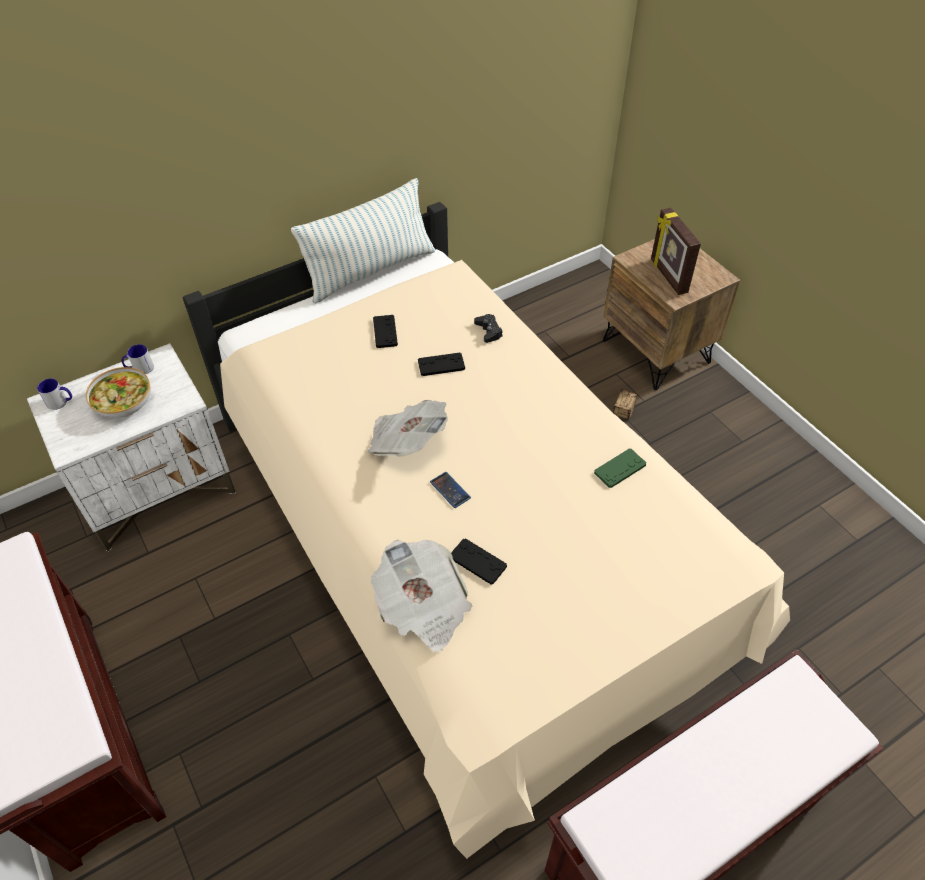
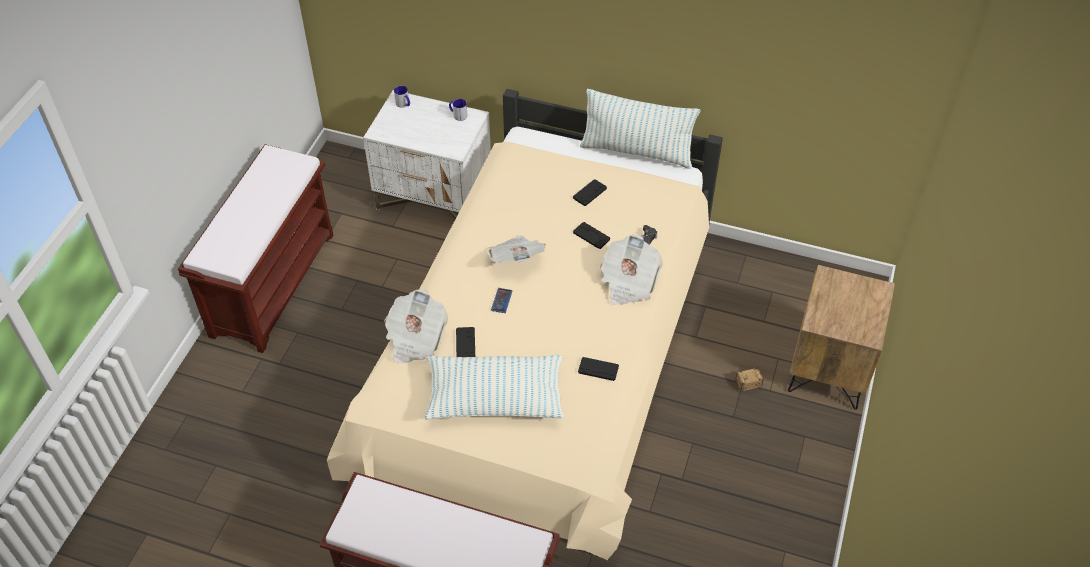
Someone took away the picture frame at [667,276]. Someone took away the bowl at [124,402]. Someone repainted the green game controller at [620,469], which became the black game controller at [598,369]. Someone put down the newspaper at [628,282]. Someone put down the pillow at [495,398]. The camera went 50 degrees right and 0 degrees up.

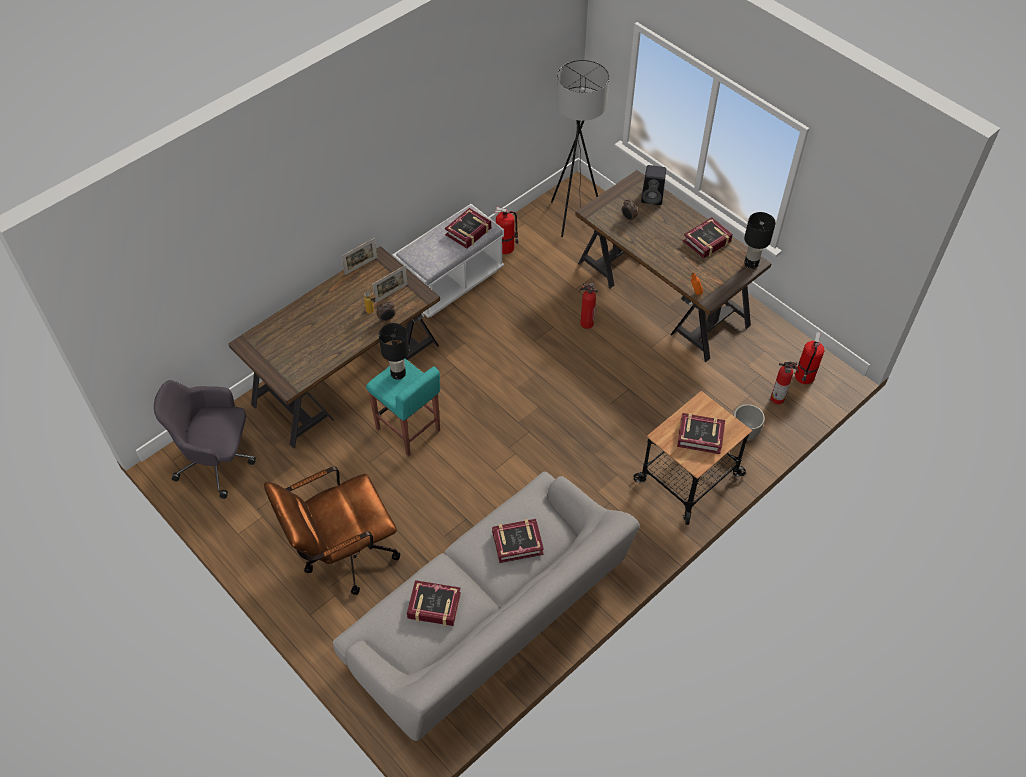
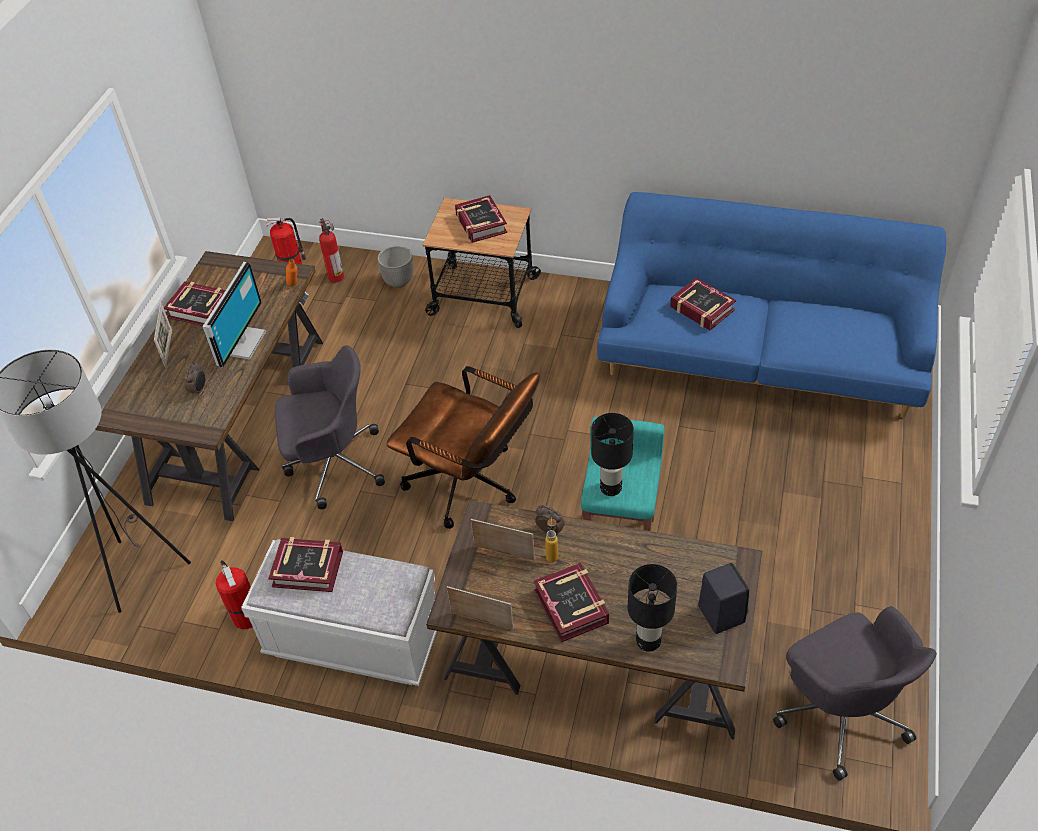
Someone carried the black speaker from [653,197] to [720,613]. Someone carried the black table lamp from [750,263] to [648,641]. Someone swapped the fire extinguisher at [586,323] for the grey office chair at [333,464]. Someone carried the brown office chair from [342,554] to [471,486]. Someone repainted the grey sofa at [488,619], which became the blue sofa at [760,353]. Someone carried the book from [434,606] to [572,606]. Someone put down the monitor at [242,342]. Someone put down the picture frame at [168,348]. The camera went 120 degrees left and 5 degrees down.

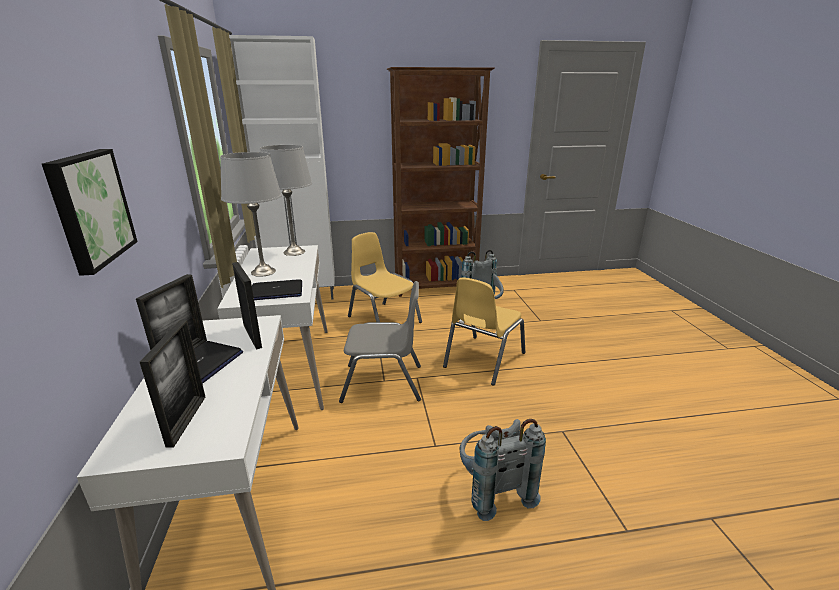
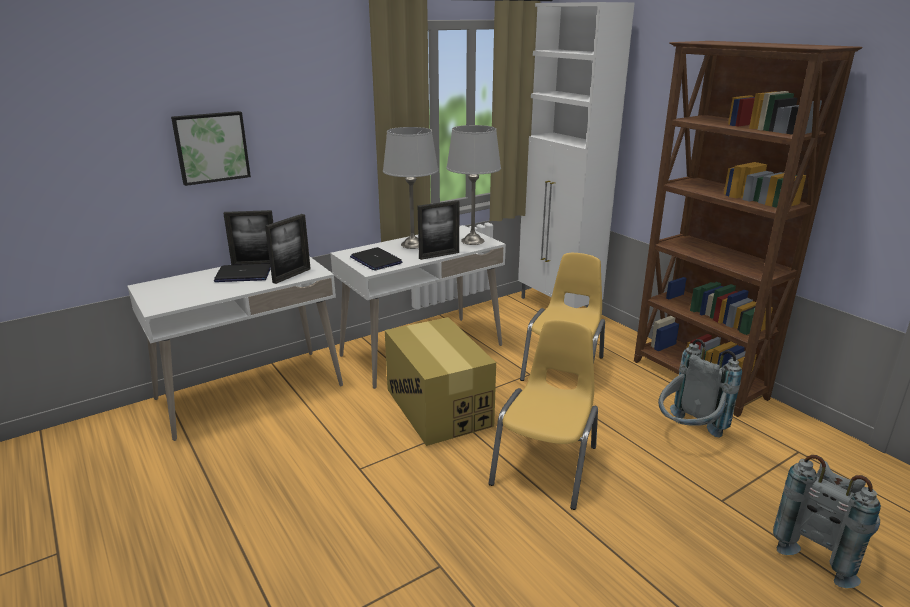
Someone rotated the yellow chair at [483,360] by 105 degrees clockwise. Someone swapped the grey chair at [383,383] for the cardboard box at [438,407]. Someone carried the picture frame from [187,420] to [439,255]. Someone carried the grey backpack from [492,489] to [820,549]. The camera went 65 degrees right and 0 degrees up.

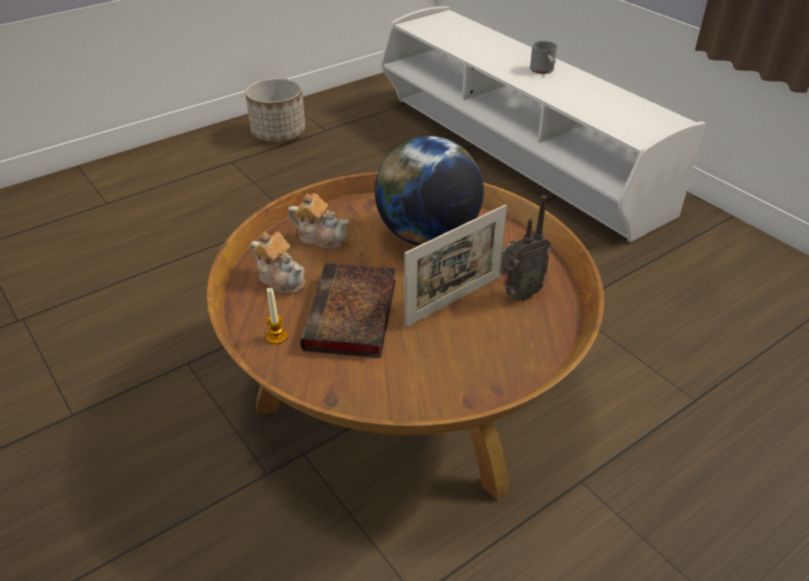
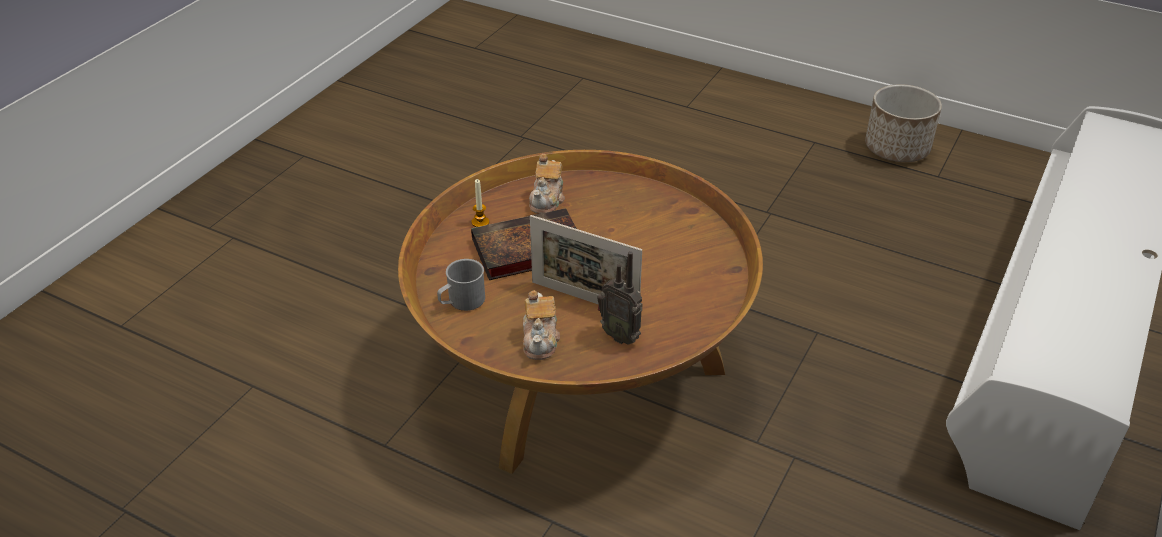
Someone carried the grey mug from [543,70] to [461,301]. Someone took away the globe at [427,236]. Someone carried the teapot from [321,237] to [541,340]. The camera went 65 degrees right and 0 degrees up.

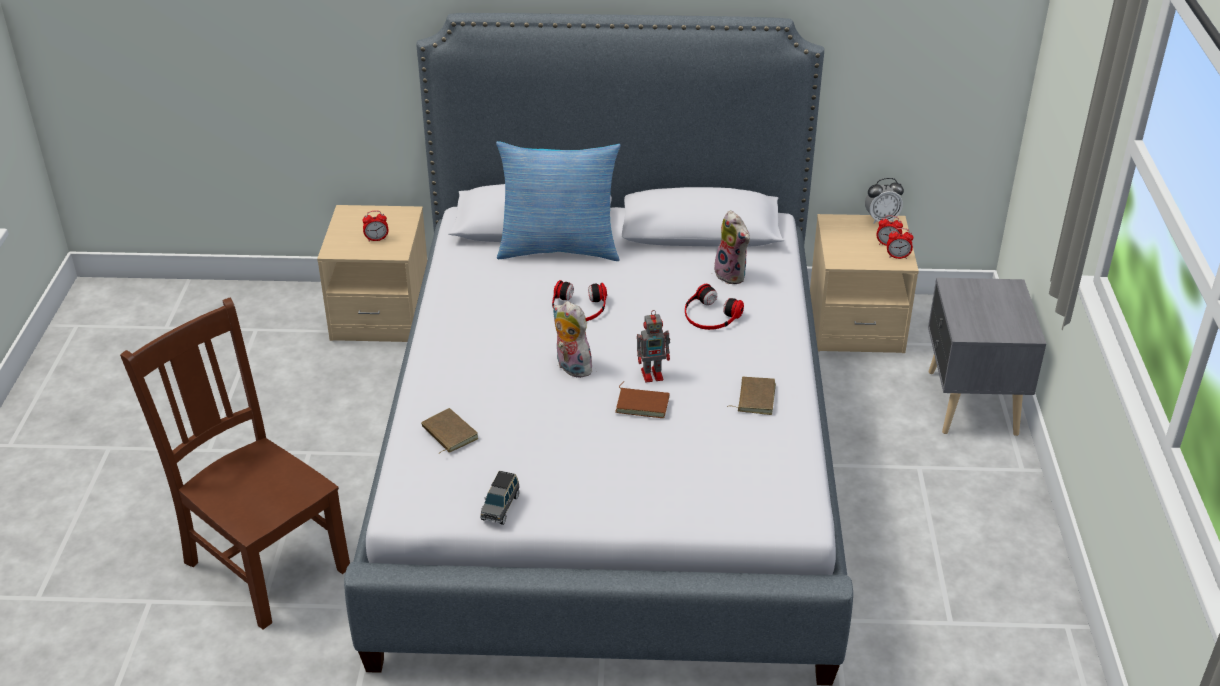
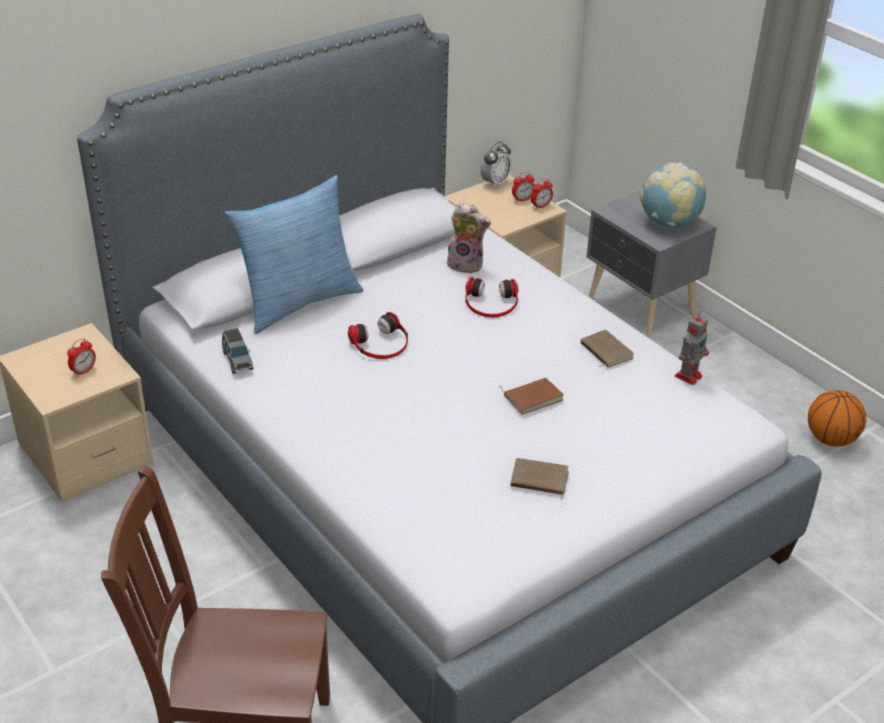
Someone took away the plush toy at [571,367]. Someone carried the toy robot from [653,374] to [689,375]. Someone carried the brown book from [448,434] to [539,480]. Someone carried the grey toy car from [500,507] to [237,360]. Someone put down the globe at [669,223]. Someone put down the basketball at [830,439]. The camera went 40 degrees left and 0 degrees up.

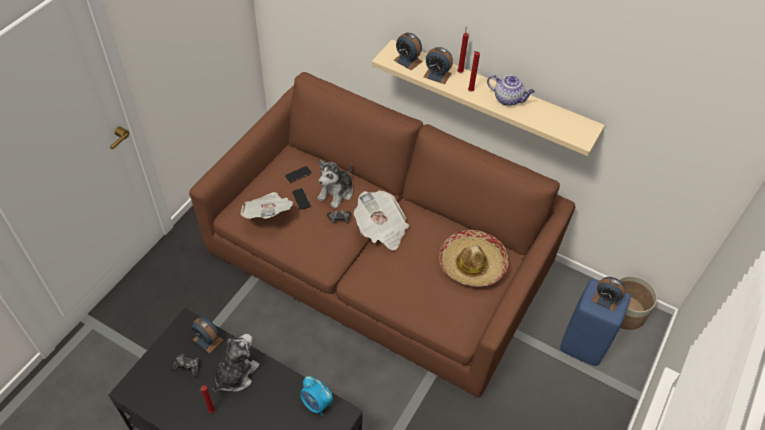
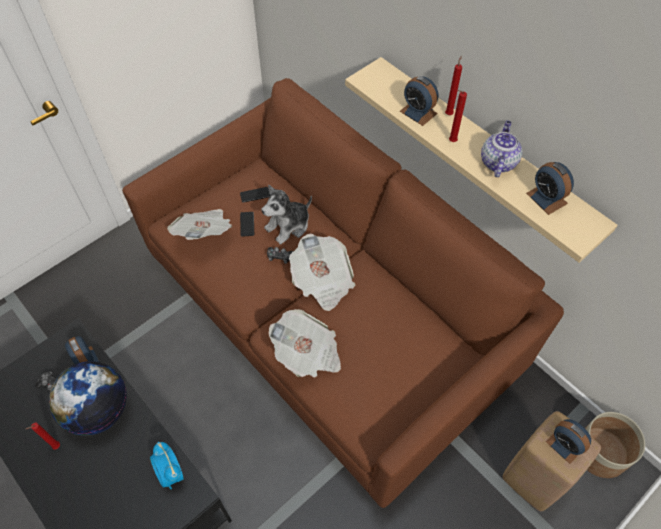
Someone carried the alarm clock from [407,60] to [546,198]. Someone rotated the teapot at [508,99] by 120 degrees counterclockwise. Someone took away the hat at [472,264]. Someone repainted the blue stool at [584,344], which became the beige stool at [535,478]. Someone swapped the plush toy at [236,374] for the globe at [99,410]. Someone put down the newspaper at [307,354]. The camera went 20 degrees right and 5 degrees up.

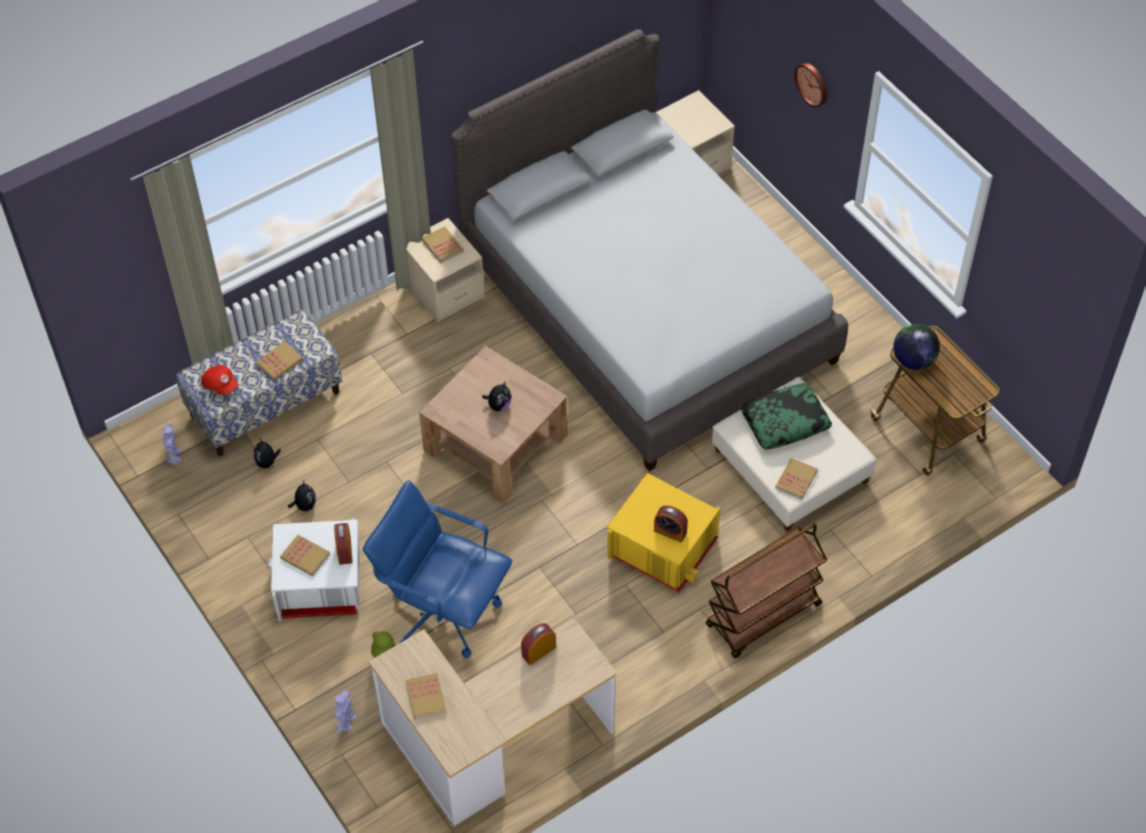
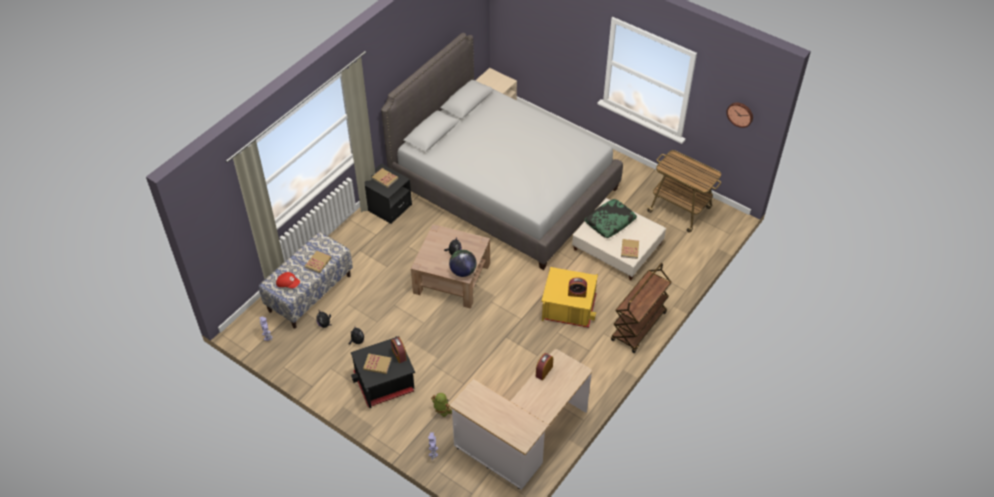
Someone carried the wall clock from [812,84] to [740,114]. Someone repainted the beige nightstand at [444,290], which became the black nightstand at [387,206]. Someone carried the globe from [913,360] to [463,271]. Someone took away the blue office chair at [443,610]. Someone repainted the white storage box at [320,585], which became the black storage box at [385,382]. Someone took away the book at [426,697]. The camera went 20 degrees left and 5 degrees down.

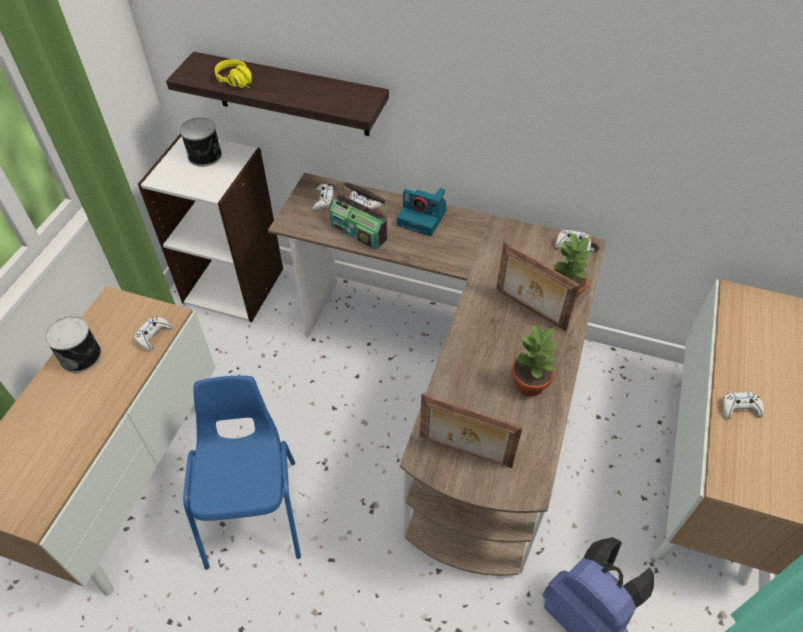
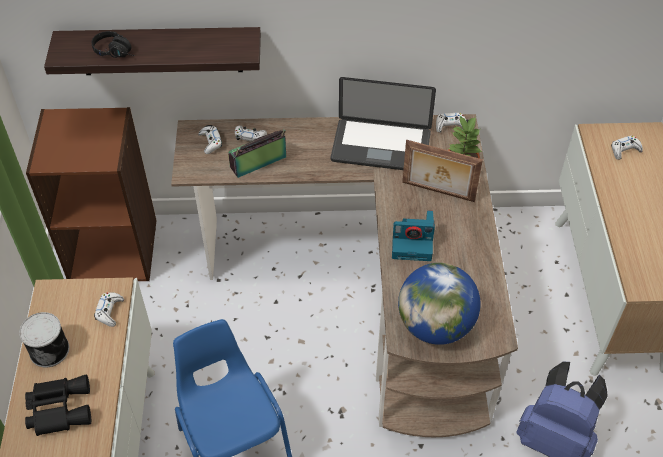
Someone repainted the yellow headphones at [239,82], which became the black headphones at [117,52]. Someone took away the can at [205,156]. Someone repainted the white bookcase at [234,284], which became the brown bookcase at [113,249]. Someone rotated the radio at [360,232] by 135 degrees clockwise. Someone carried the photo camera from [423,218] to [413,242]. Someone took away the potted plant at [530,383]. Someone carried the white game controller from [739,408] to [624,150]. Someone swapped the picture frame at [464,452] for the globe at [435,325]. Someone put down the laptop at [381,147]. Someone put down the black binoculars at [59,408]. The camera went 20 degrees left and 0 degrees up.

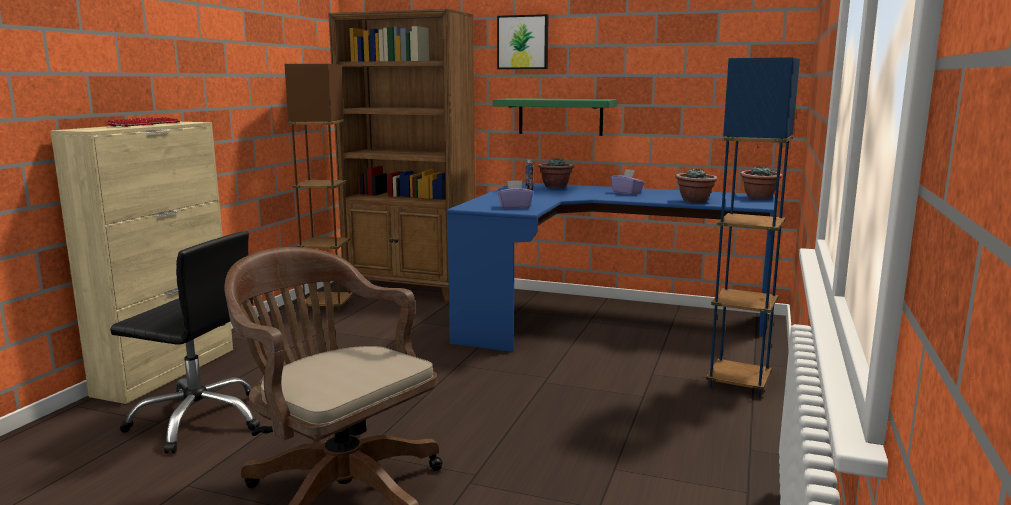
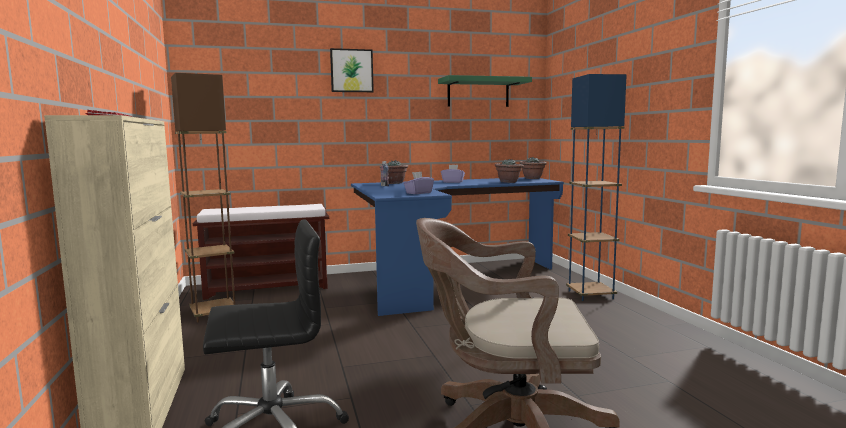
Someone swapped the brown bookcase at [411,289] for the brown bench at [268,287]. Someone carried the green shelf from [560,116] to [478,93]. The camera went 35 degrees left and 5 degrees down.

